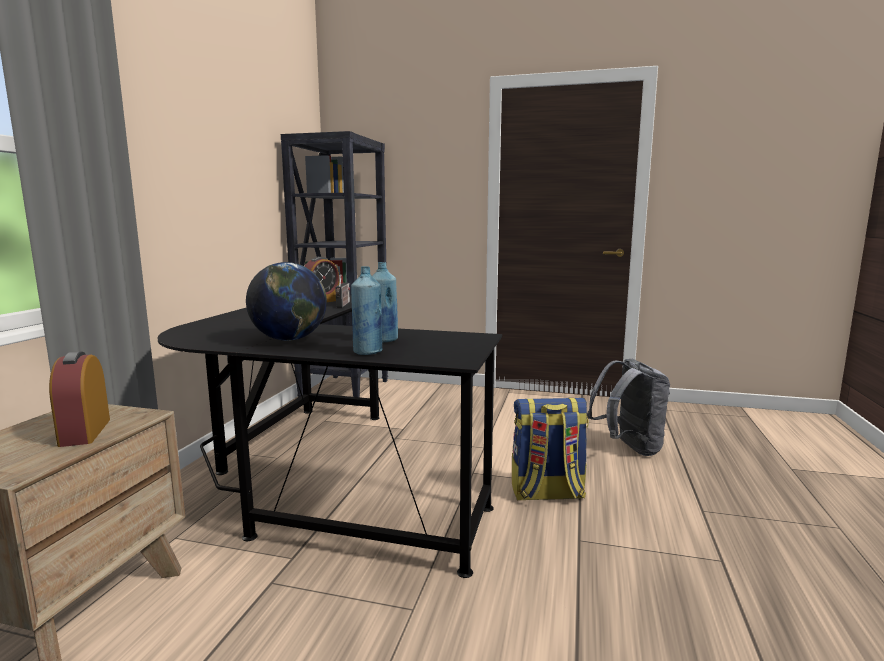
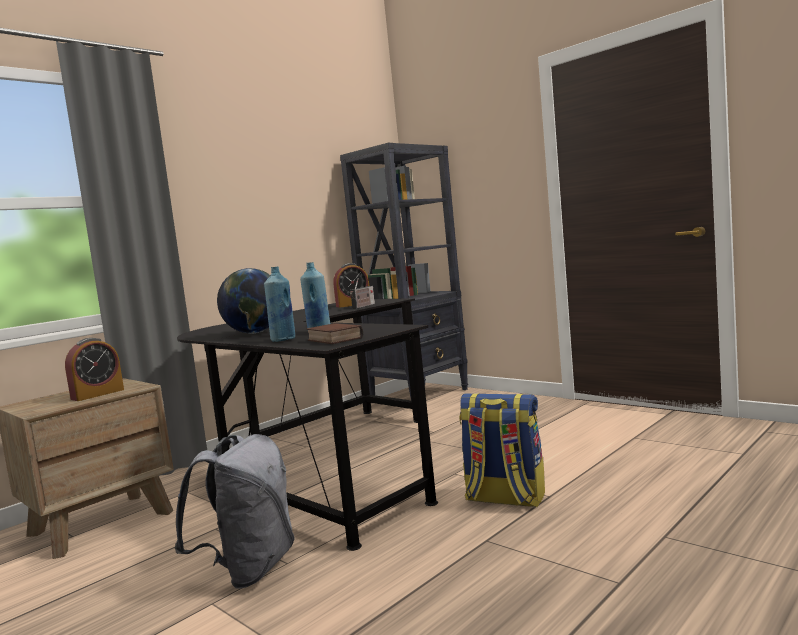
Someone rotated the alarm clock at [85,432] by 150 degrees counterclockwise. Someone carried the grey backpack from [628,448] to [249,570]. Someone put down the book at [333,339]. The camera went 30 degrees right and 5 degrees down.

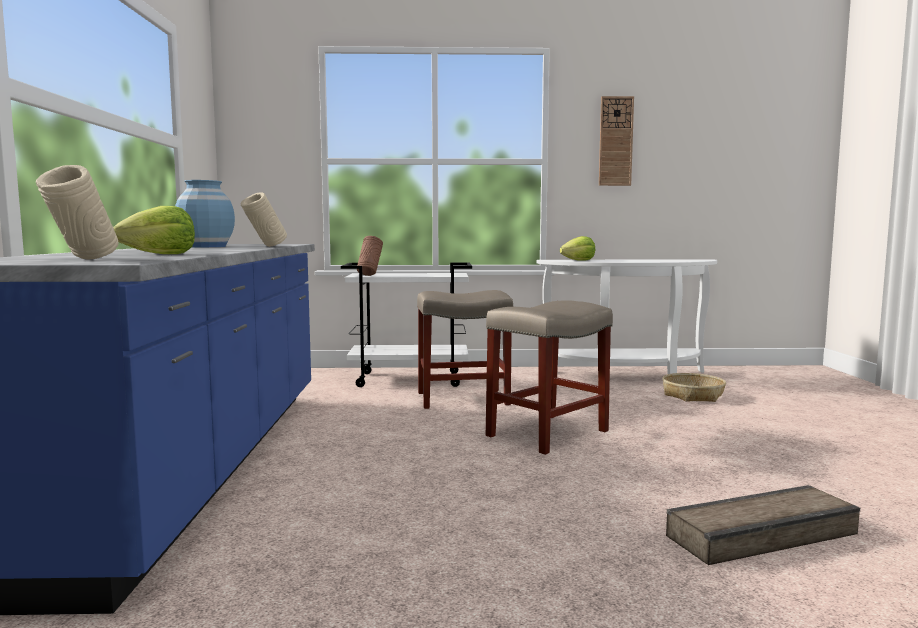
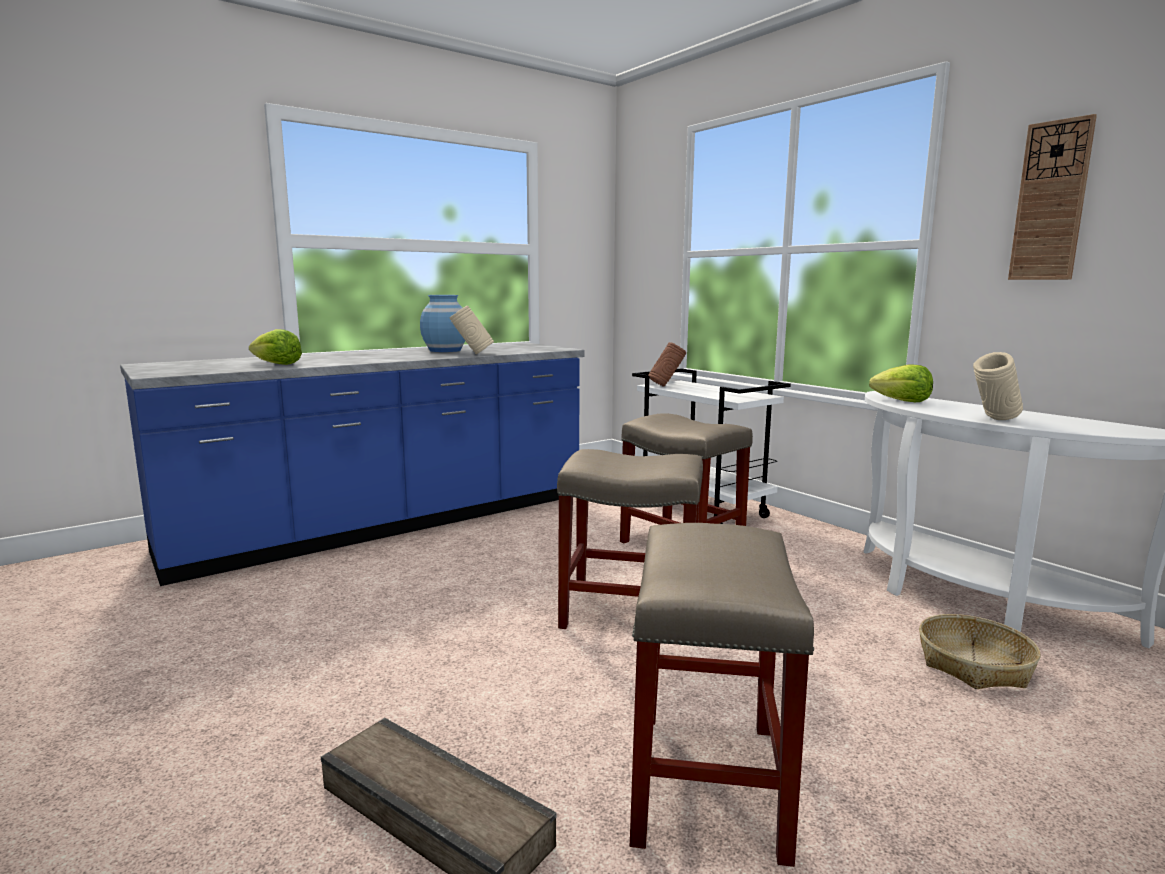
Someone carried the beige vase from [83,259] to [994,420]. Someone put down the beige stool at [708,784]. The camera went 55 degrees right and 5 degrees up.

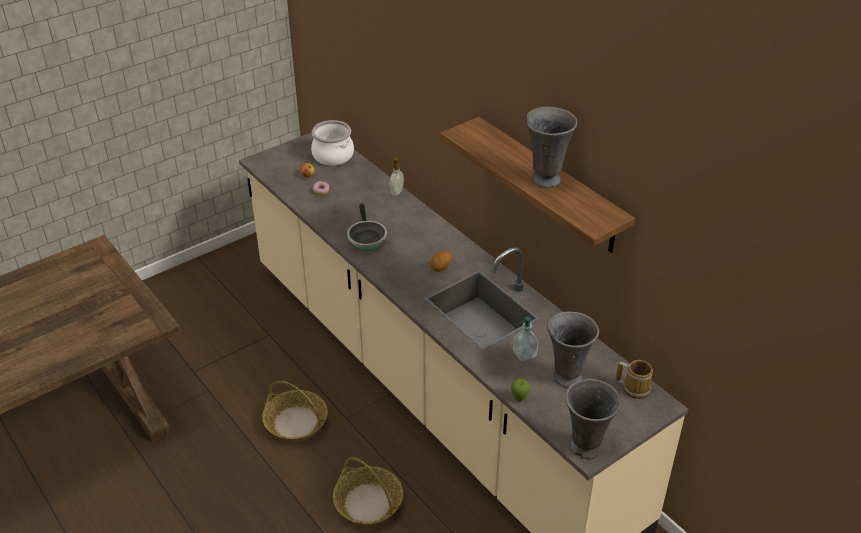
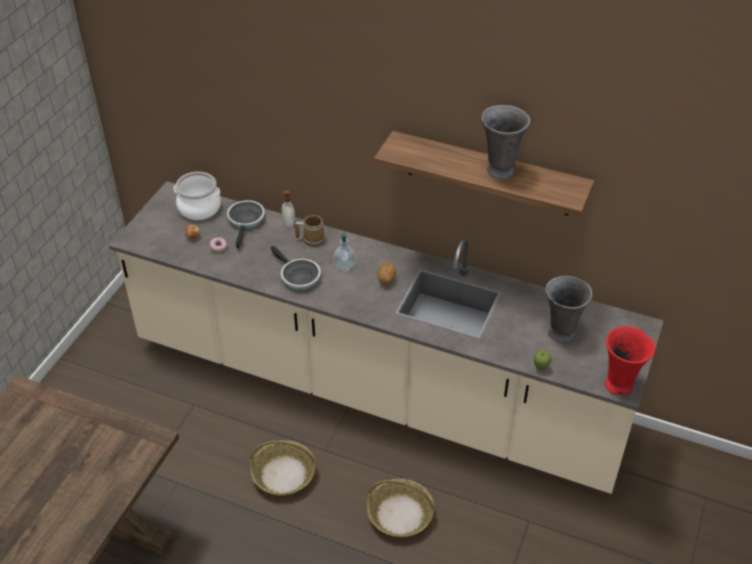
Someone carried the soap dispenser from [524,354] to [344,265]. Someone carried the mug from [634,388] to [312,239]. Someone repainted the grey vase at [586,449], which became the red vase at [619,386]. Someone put down the frying pan at [246,221]. The camera went 30 degrees left and 5 degrees up.

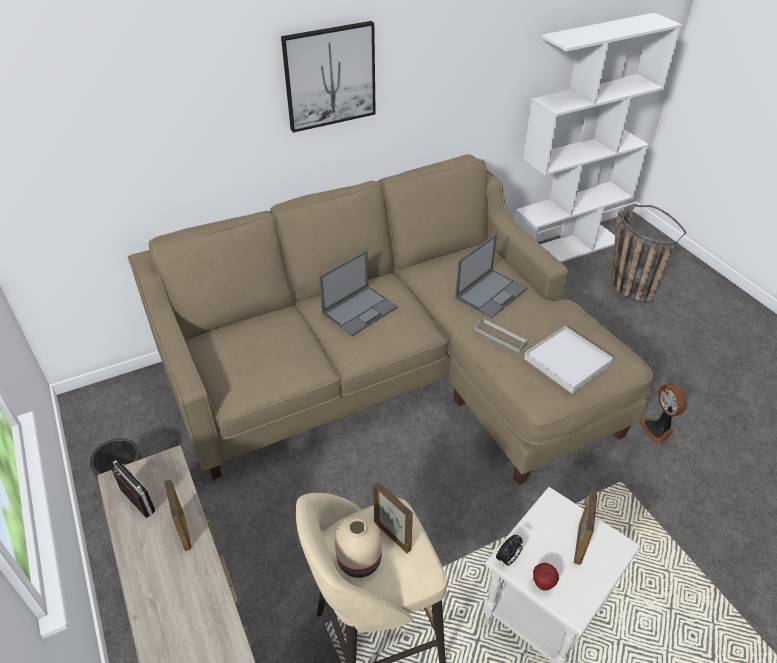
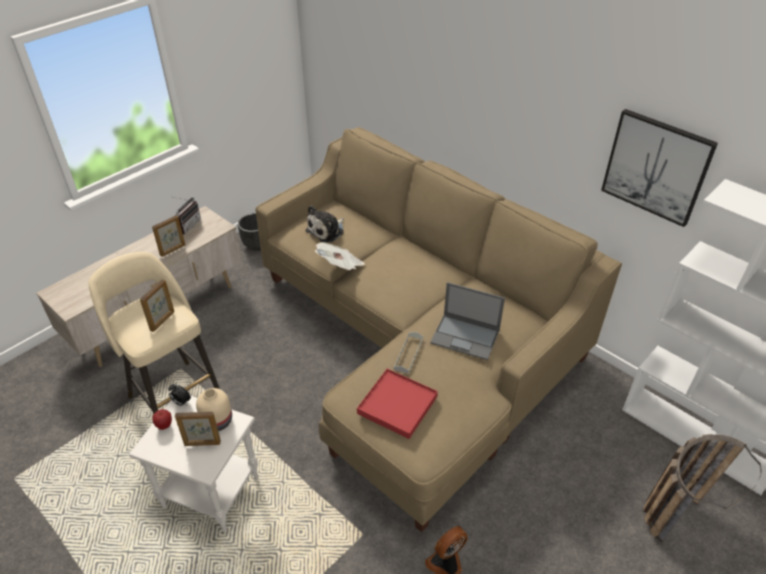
Someone carried the picture from [329,76] to [656,167]. Someone took away the laptop at [360,310]. Someone repainted the white tray at [567,361], which became the red tray at [397,405]. Someone carried the beige vase from [360,561] to [216,421]. Someone put down the plush toy at [327,231]. Someone put down the newspaper at [340,266]. The camera went 70 degrees right and 0 degrees up.

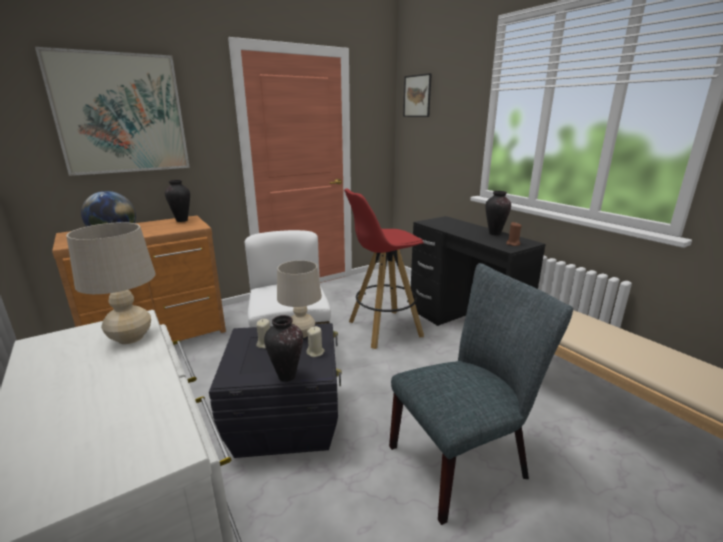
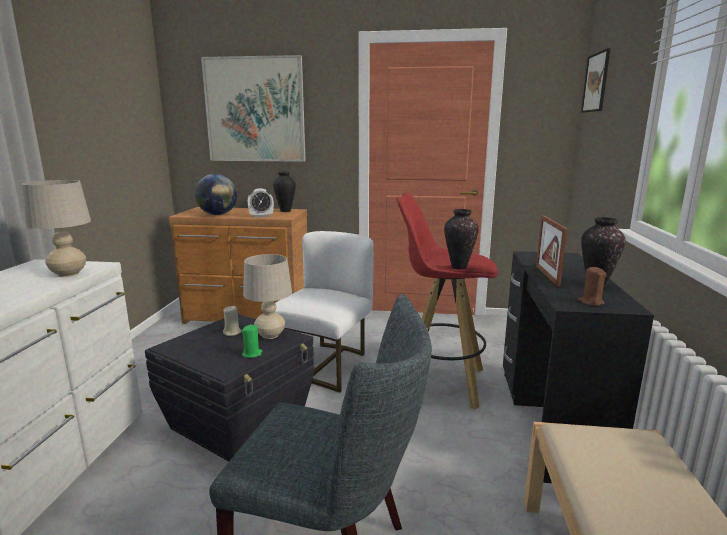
Someone carried the vase from [286,376] to [458,267]. Someone repainted the beige candle at [315,352], which became the green candle at [252,354]. Someone put down the alarm clock at [261,216]. Someone put down the picture frame at [547,275]. The camera went 40 degrees right and 5 degrees down.

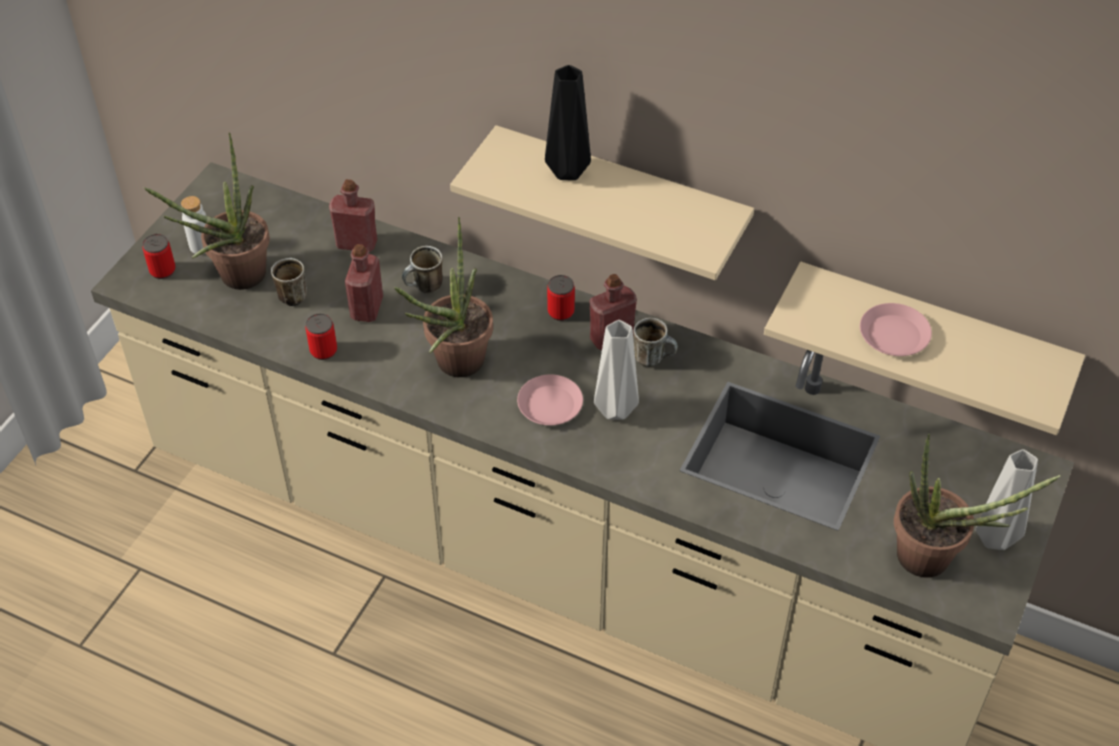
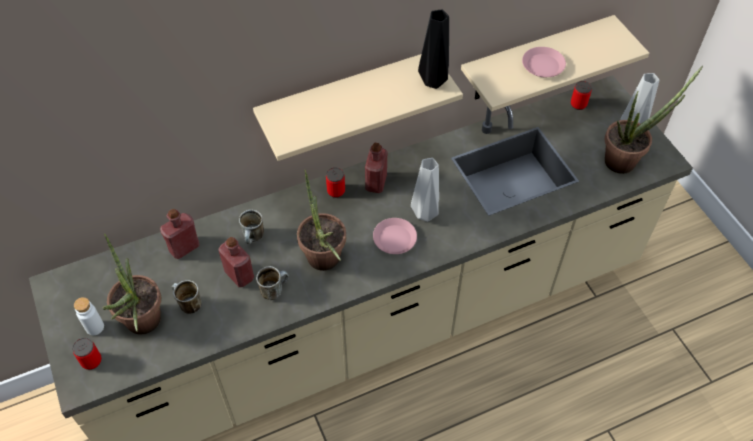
Someone carried the black vase from [566,170] to [432,81]. Someone carried the can from [323,350] to [578,104]. Someone carried the mug from [654,358] to [274,290]. The camera went 50 degrees left and 5 degrees up.

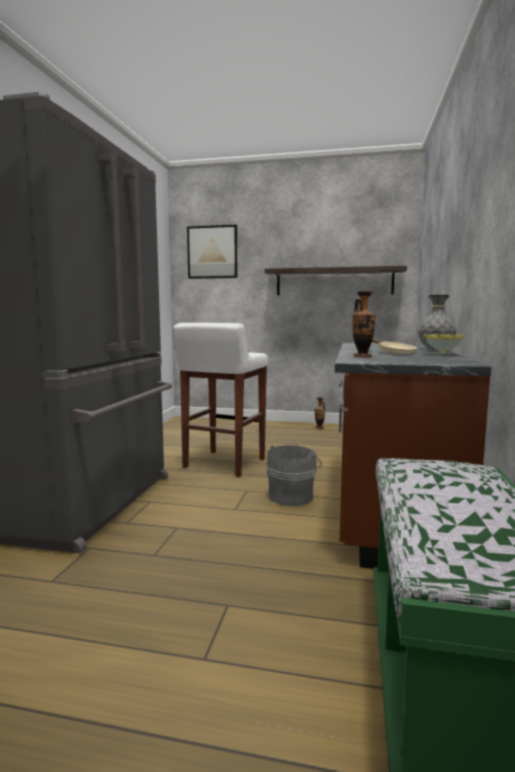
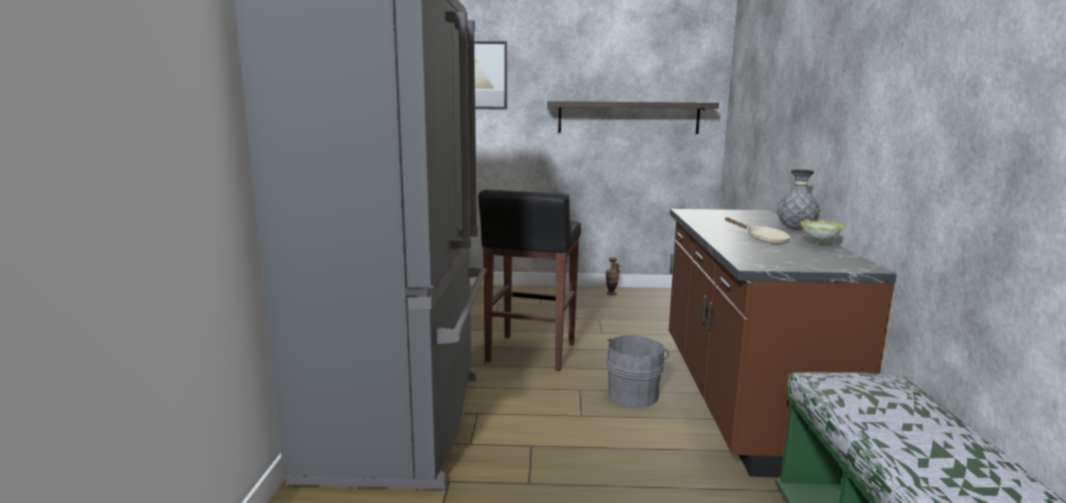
Someone took away the vase at [362,356]. Someone repainted the white stool at [223,464], which became the black stool at [530,353]. The camera went 10 degrees left and 5 degrees up.

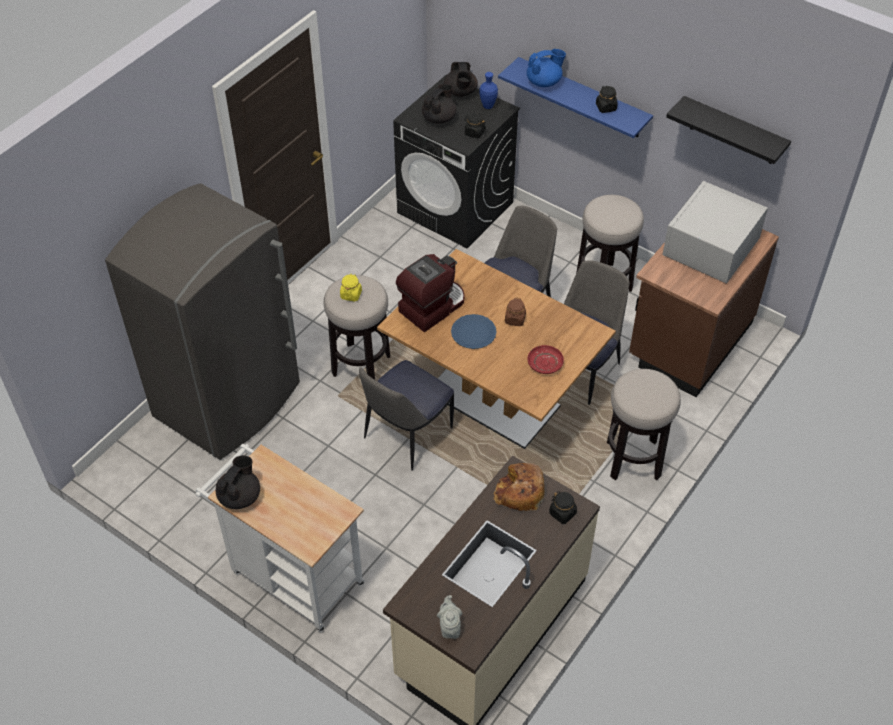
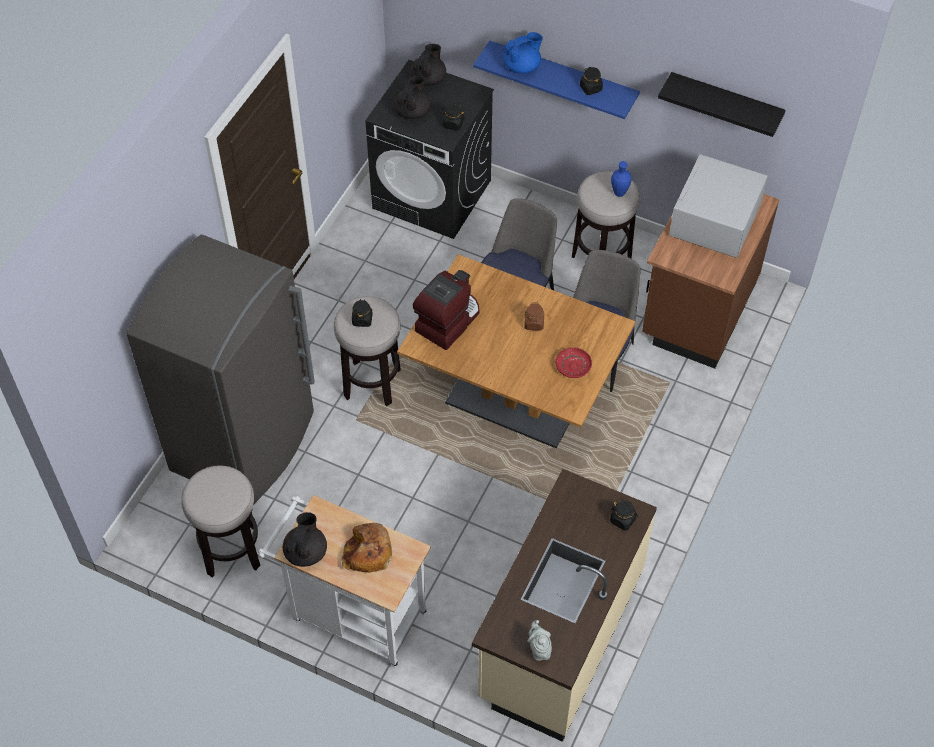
Someone rotated the black teapot at [460,92] by 135 degrees counterclockwise. Someone carried the blue vase from [488,106] to [619,193]. Someone repainted the yellow jar at [351,294], which became the black jar at [362,319]. Someone took away the blue plate at [473,332]. Someone took away the chair at [406,435]. Someone carried the stool from [633,460] to [231,551]. Someone carried the bread from [519,492] to [367,553]. The camera went 10 degrees left and 5 degrees up.

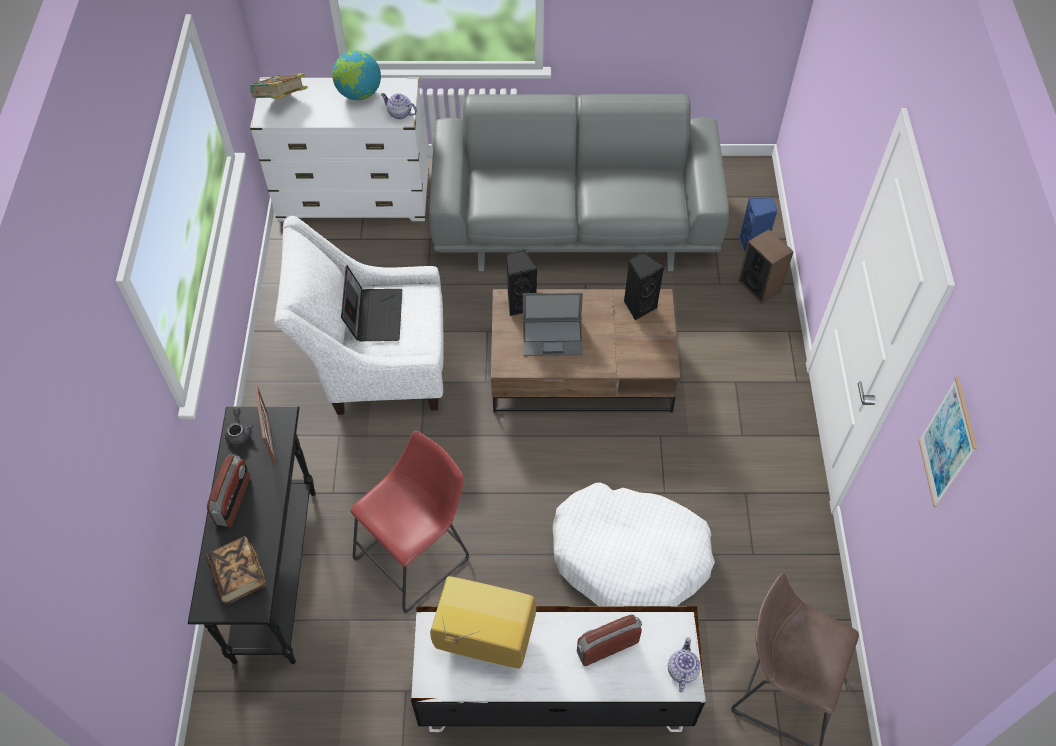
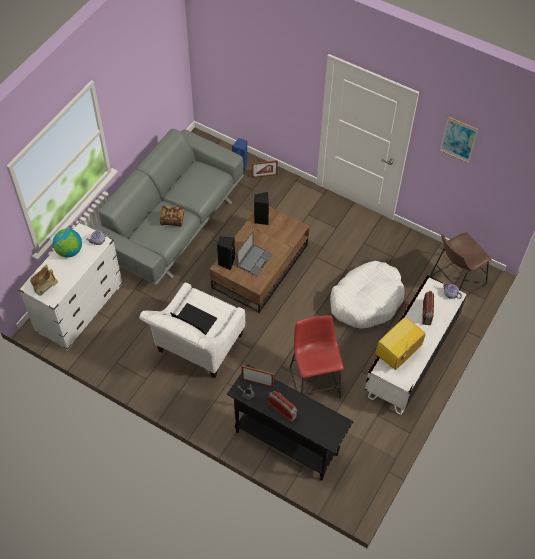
Someone swapped the speaker at [759,285] for the picture frame at [264,176]. Someone carried the book from [238,575] to [172,219]. The camera went 60 degrees left and 0 degrees up.

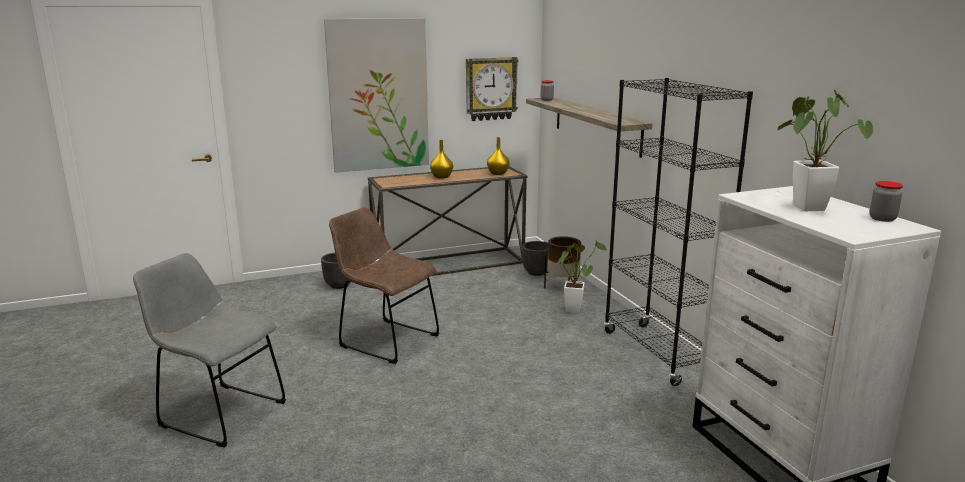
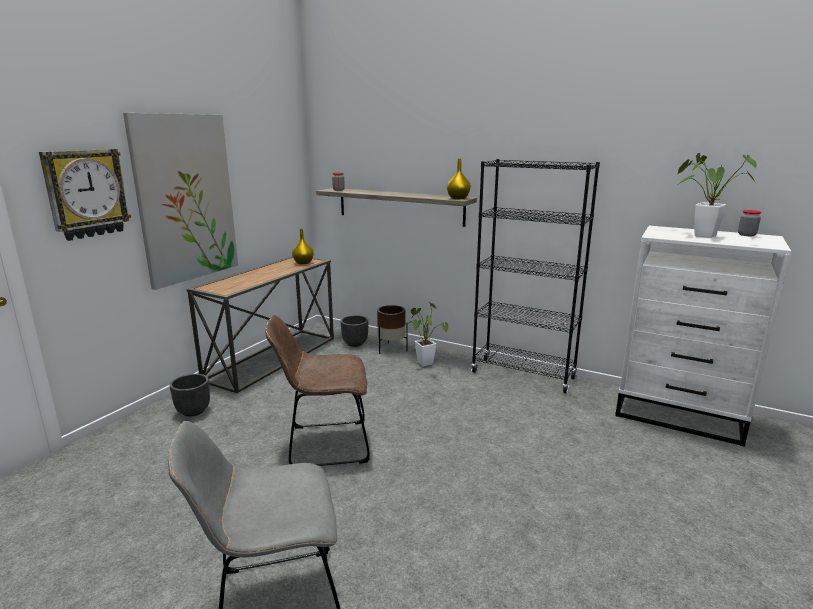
Someone carried the wall clock from [490,89] to [86,193]. Someone carried the yellow vase from [441,177] to [458,198]. The camera went 40 degrees left and 0 degrees up.

